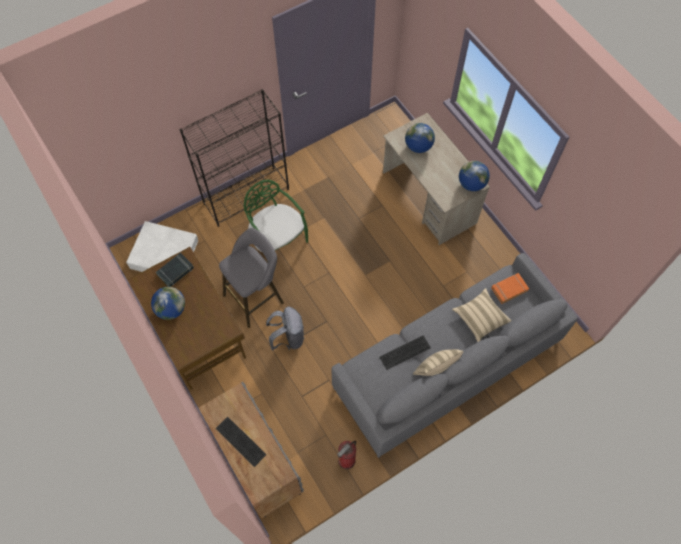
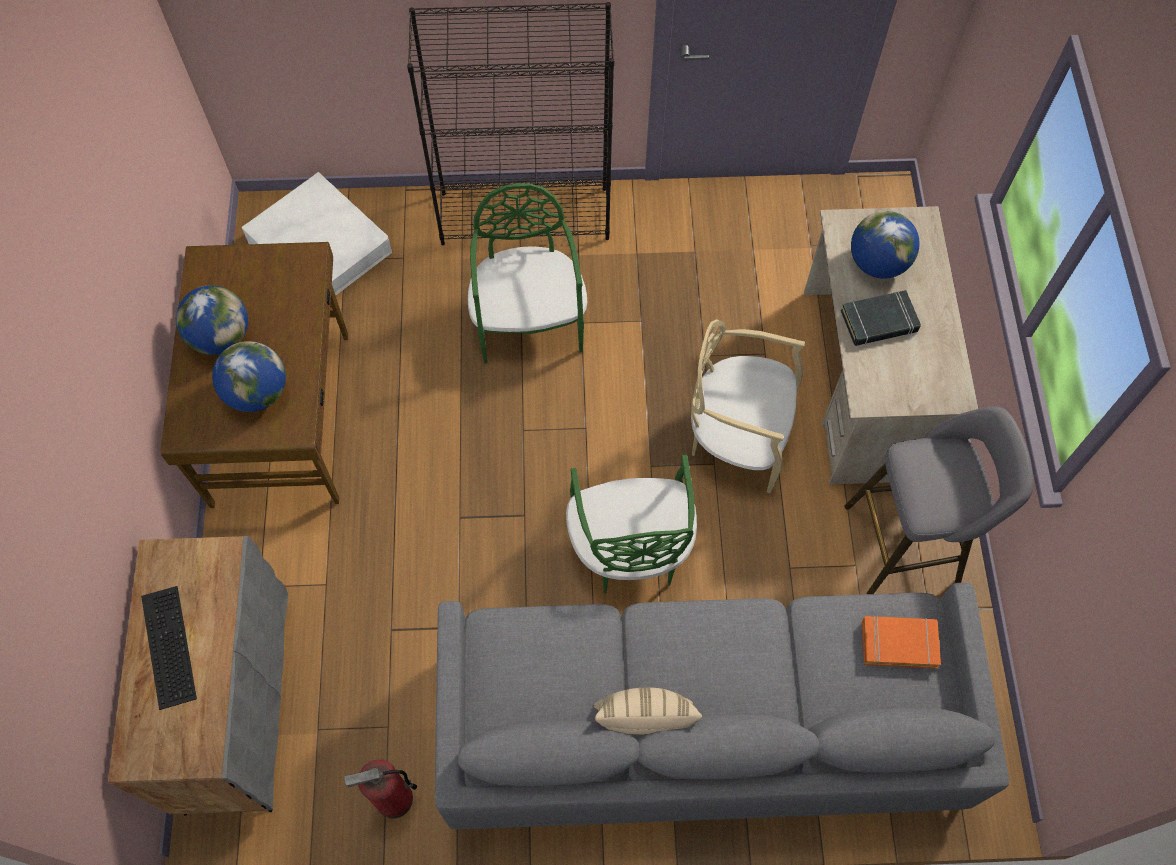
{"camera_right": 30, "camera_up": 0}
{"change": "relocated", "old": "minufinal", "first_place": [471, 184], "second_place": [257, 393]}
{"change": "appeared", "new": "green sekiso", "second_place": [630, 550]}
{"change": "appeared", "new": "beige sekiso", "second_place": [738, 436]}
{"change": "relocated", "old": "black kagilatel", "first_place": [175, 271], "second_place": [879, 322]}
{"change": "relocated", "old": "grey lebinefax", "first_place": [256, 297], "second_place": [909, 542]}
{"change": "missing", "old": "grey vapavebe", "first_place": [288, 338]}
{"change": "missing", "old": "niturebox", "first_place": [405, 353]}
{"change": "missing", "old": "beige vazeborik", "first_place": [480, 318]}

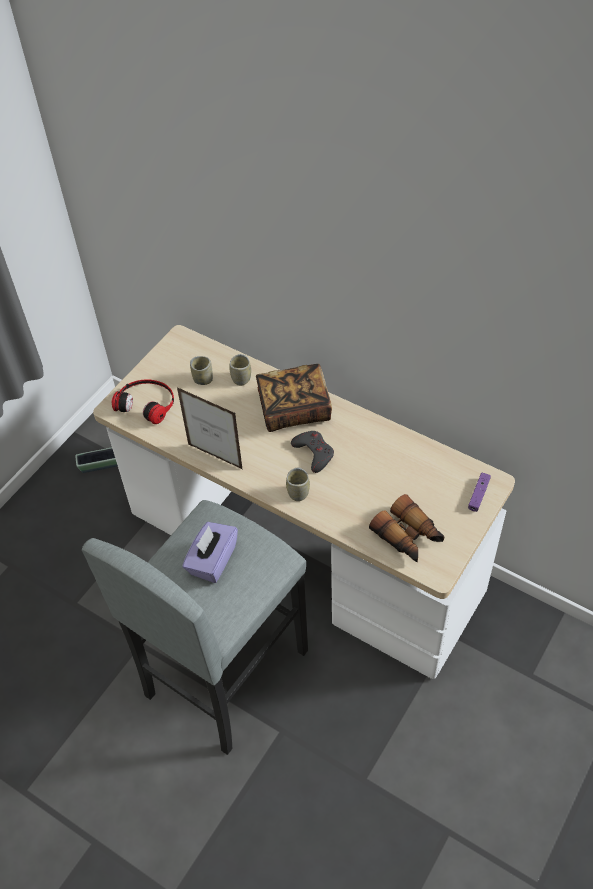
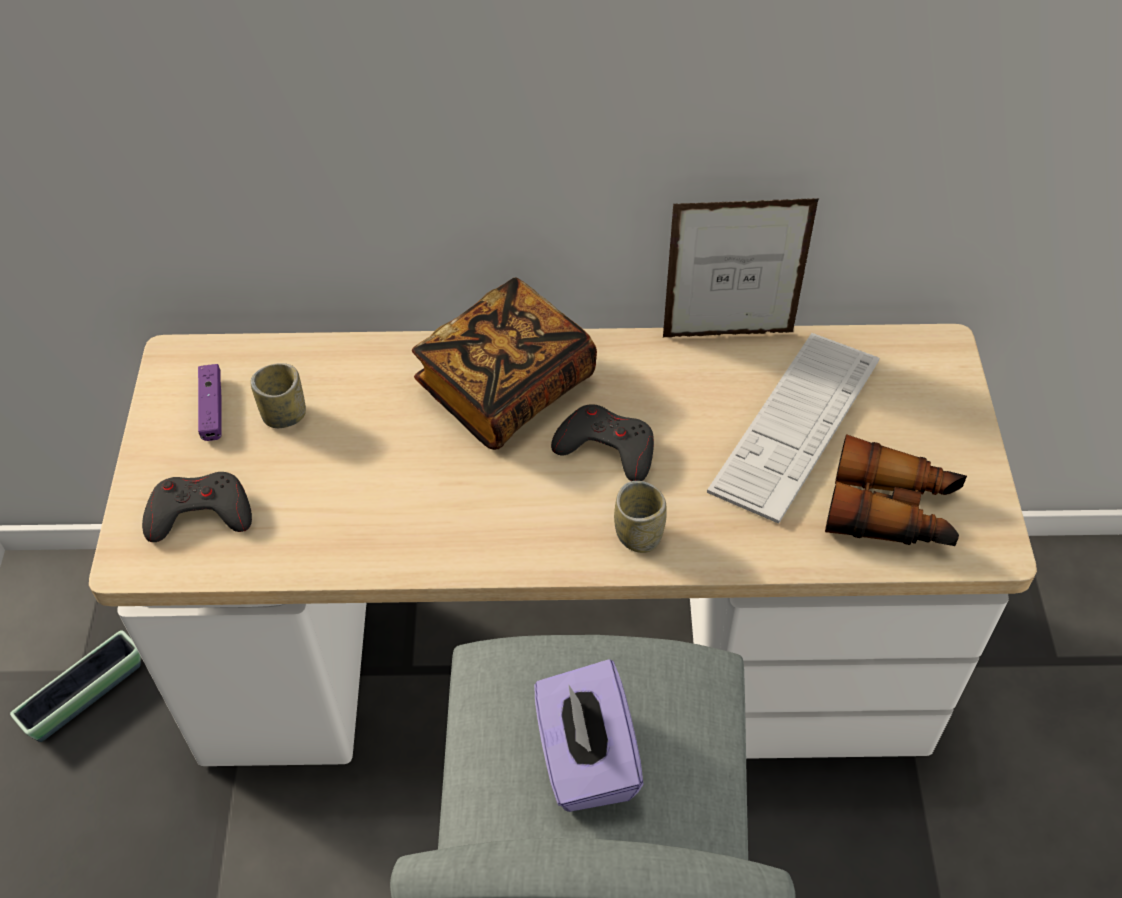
{"camera_right": -35, "camera_up": 0}
{"change": "exchanged", "old": "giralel", "new": "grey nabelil", "first_place": [147, 402], "second_place": [199, 513]}
{"change": "relocated", "old": "purple nabelil", "first_place": [478, 495], "second_place": [212, 408]}
{"change": "relocated", "old": "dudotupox", "first_place": [215, 456], "second_place": [728, 335]}
{"change": "appeared", "new": "niturebox", "second_place": [795, 425]}
{"change": "missing", "old": "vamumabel", "first_place": [241, 379]}

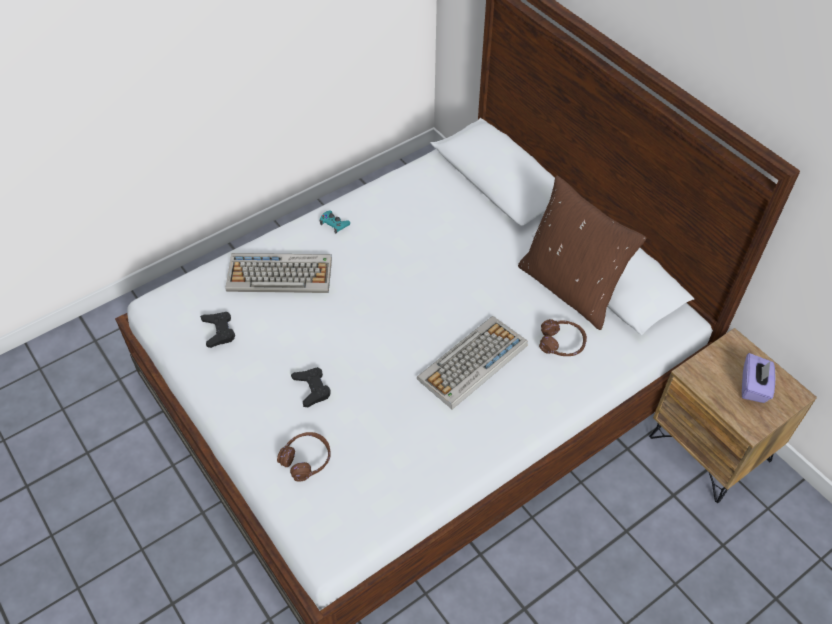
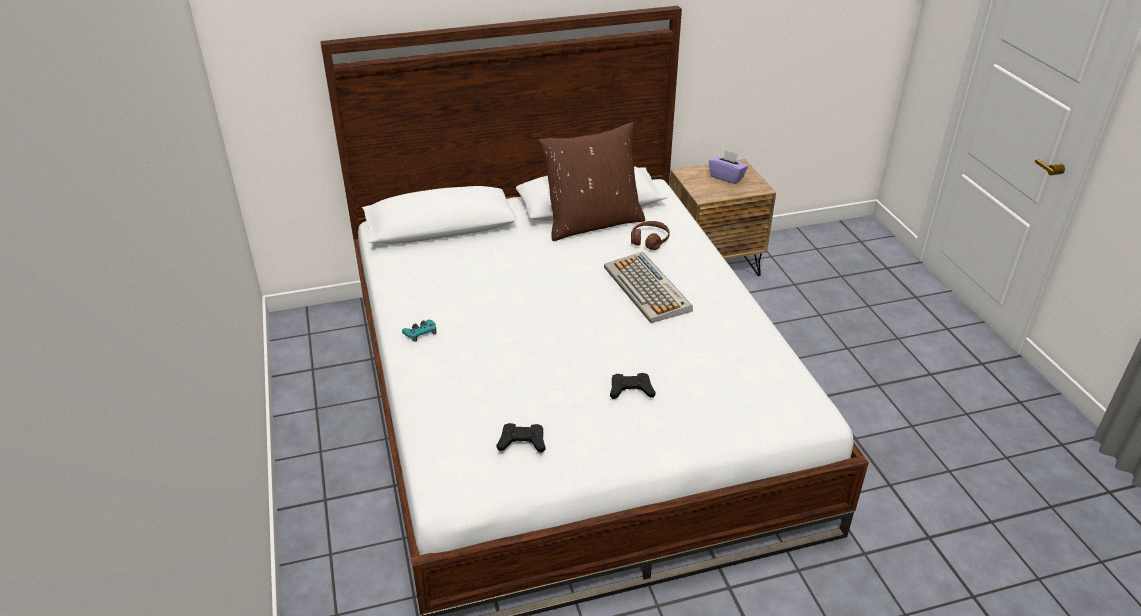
{"camera_right": -70, "camera_up": -15}
{"change": "missing", "old": "niturebox", "first_place": [281, 274]}
{"change": "missing", "old": "brown giralel", "first_place": [306, 459]}

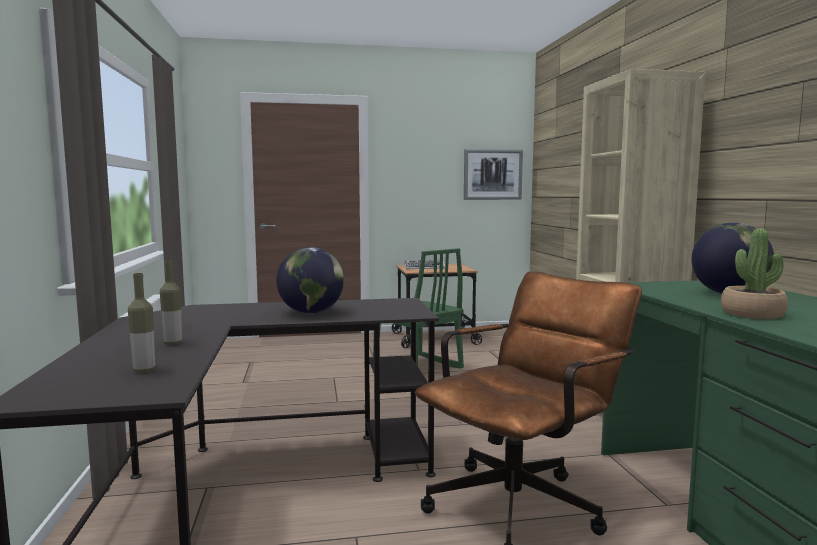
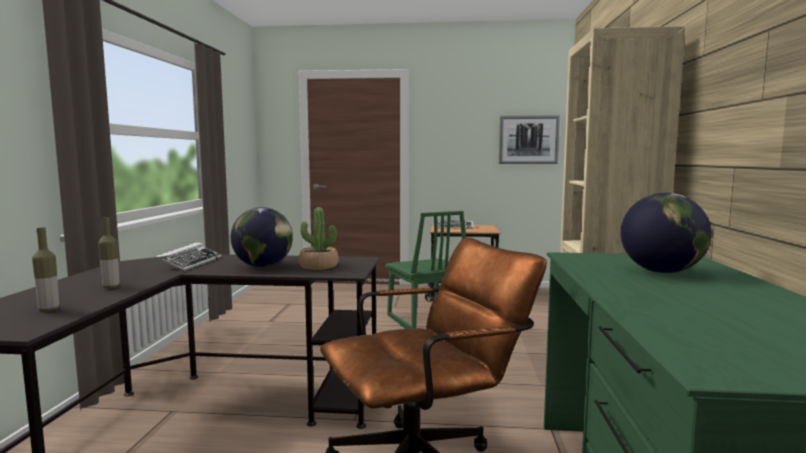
{"camera_right": 15, "camera_up": 0}
{"change": "appeared", "new": "niturebox", "second_place": [193, 263]}
{"change": "relocated", "old": "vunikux", "first_place": [752, 314], "second_place": [318, 266]}

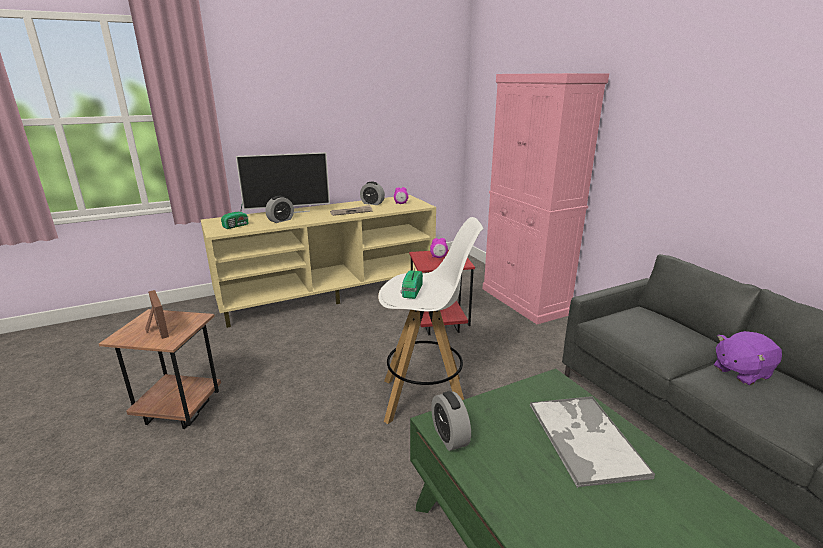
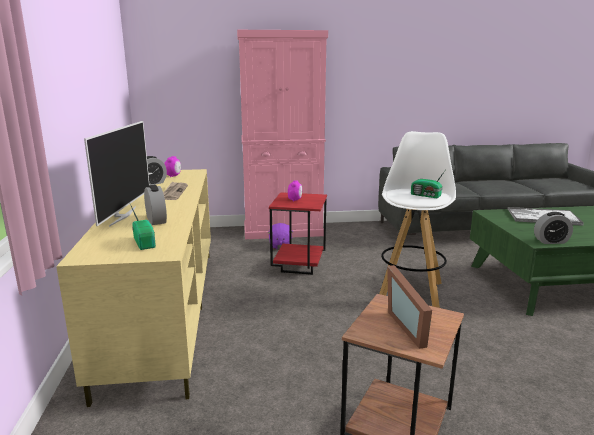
{"camera_right": -70, "camera_up": -5}
{"change": "relocated", "old": "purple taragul", "first_place": [741, 372], "second_place": [280, 246]}
{"change": "spun", "old": "dudotupox", "first_place": [155, 329], "second_place": [411, 326], "degrees": -90}

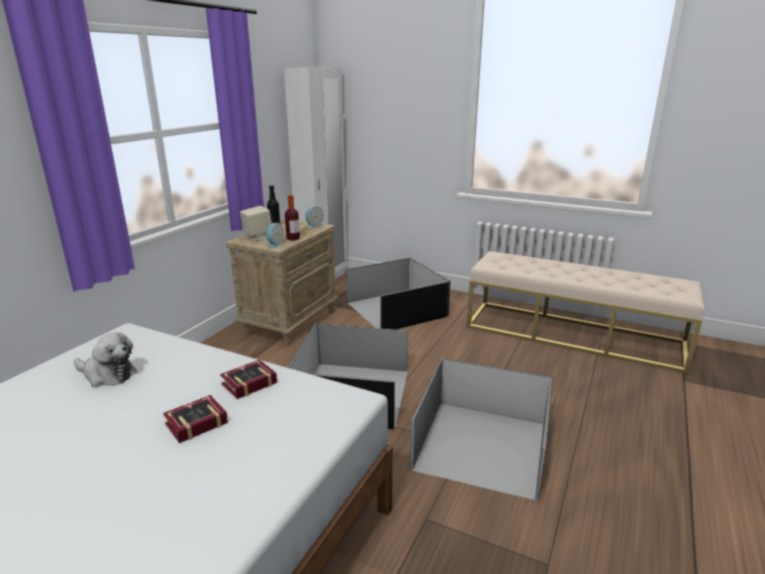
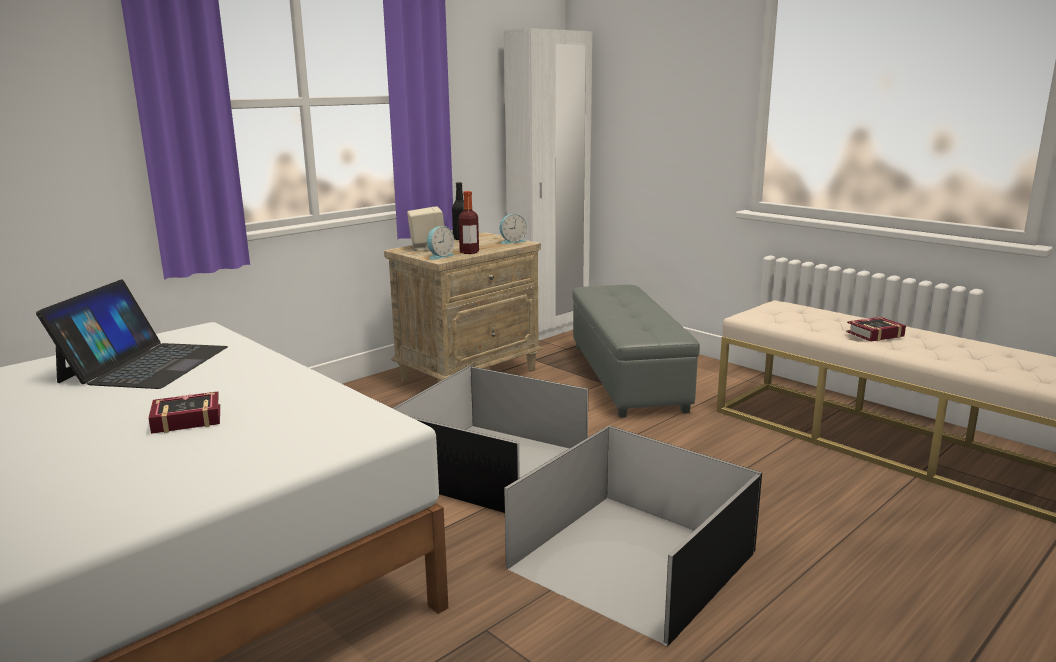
{"camera_right": 20, "camera_up": -5}
{"change": "exchanged", "old": "taragul", "new": "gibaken", "first_place": [107, 375], "second_place": [144, 364]}
{"change": "exchanged", "old": "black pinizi", "new": "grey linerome", "first_place": [395, 309], "second_place": [625, 376]}
{"change": "relocated", "old": "kagilatel", "first_place": [246, 383], "second_place": [872, 334]}

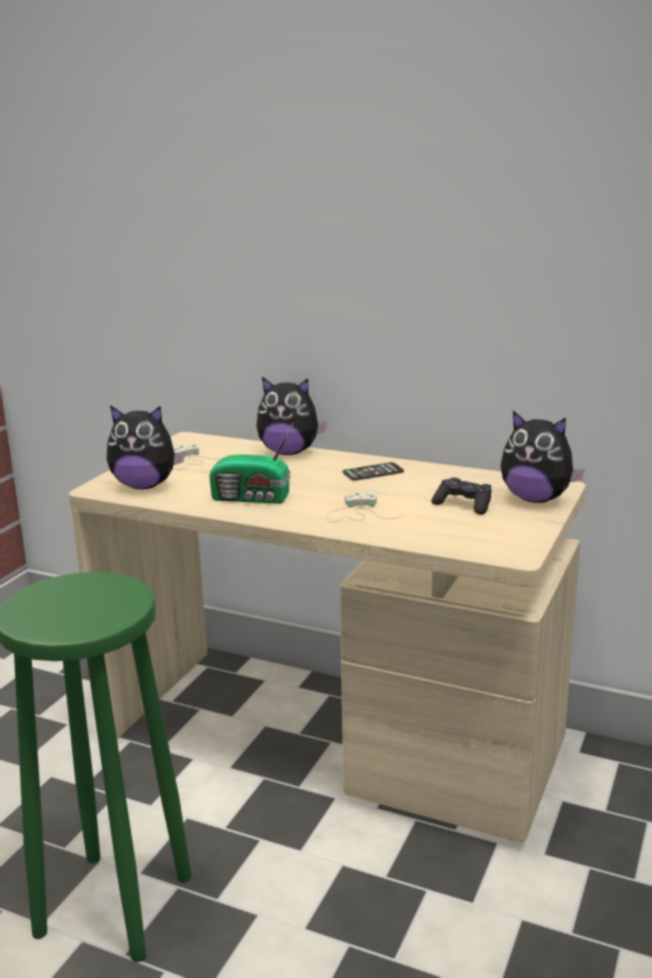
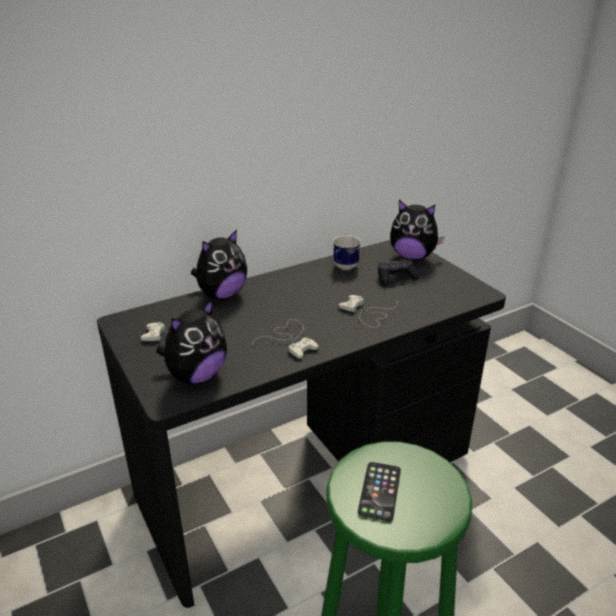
{"camera_right": -55, "camera_up": 10}
{"change": "colour", "old": "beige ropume", "new": "black ropume", "first_place": [332, 739], "second_place": [307, 477]}
{"change": "exchanged", "old": "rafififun", "new": "white nabelil", "first_place": [252, 498], "second_place": [290, 339]}
{"change": "appeared", "new": "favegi", "second_place": [343, 267]}
{"change": "relocated", "old": "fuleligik", "first_place": [373, 472], "second_place": [379, 491]}
{"change": "spun", "old": "taragul", "first_place": [536, 499], "second_place": [412, 256], "degrees": 45}

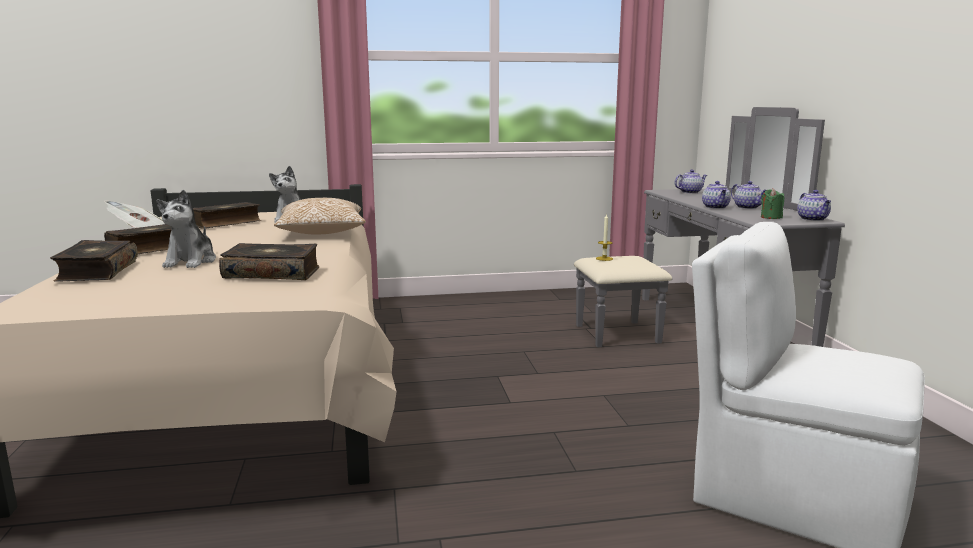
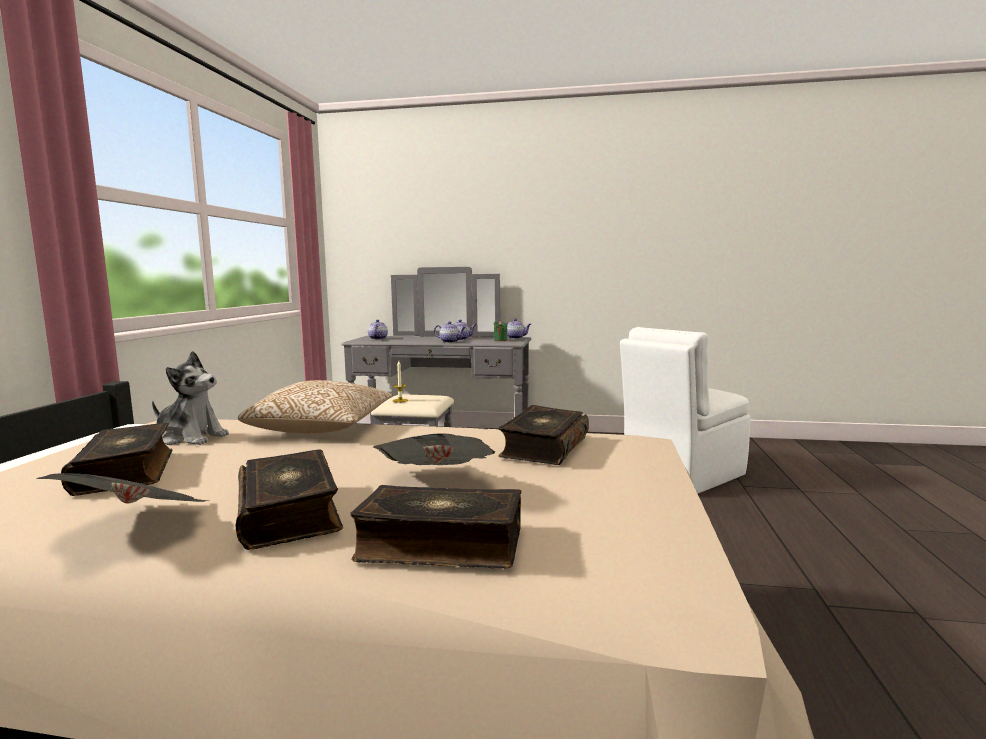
{"camera_right": -70, "camera_up": -5}
{"change": "exchanged", "old": "taragul", "new": "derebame", "first_place": [191, 262], "second_place": [437, 483]}

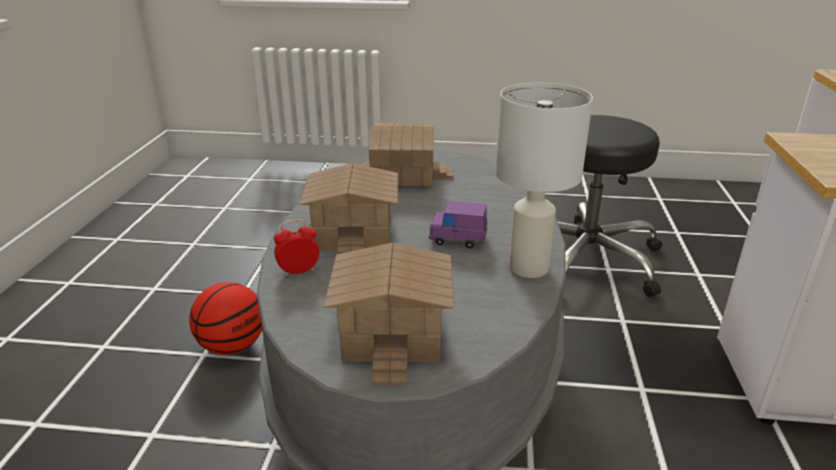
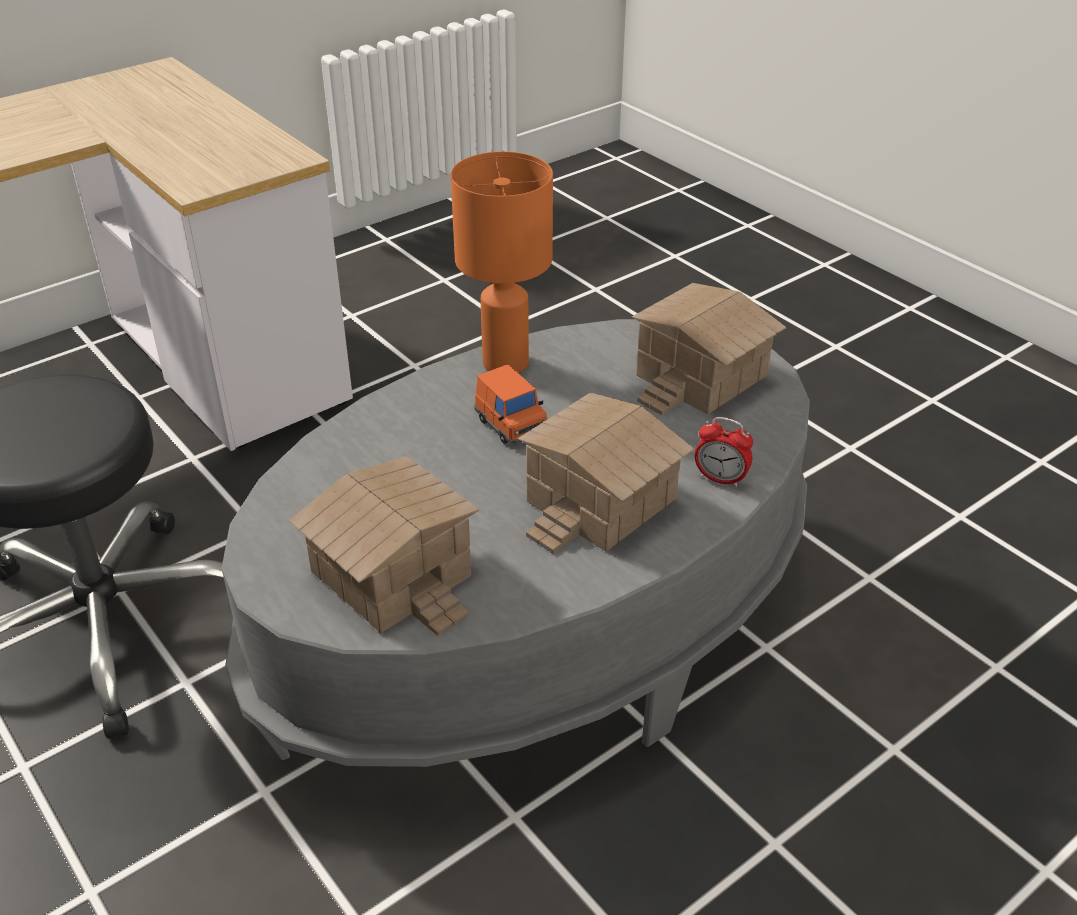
{"camera_right": -135, "camera_up": 10}
{"change": "colour", "old": "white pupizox", "new": "orange pupizox", "first_place": [527, 267], "second_place": [507, 363]}
{"change": "colour", "old": "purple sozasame", "new": "orange sozasame", "first_place": [458, 239], "second_place": [511, 425]}
{"change": "missing", "old": "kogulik", "first_place": [232, 346]}

